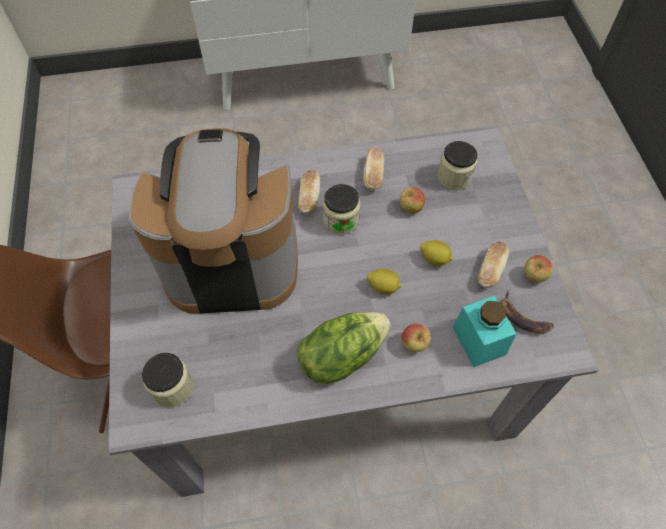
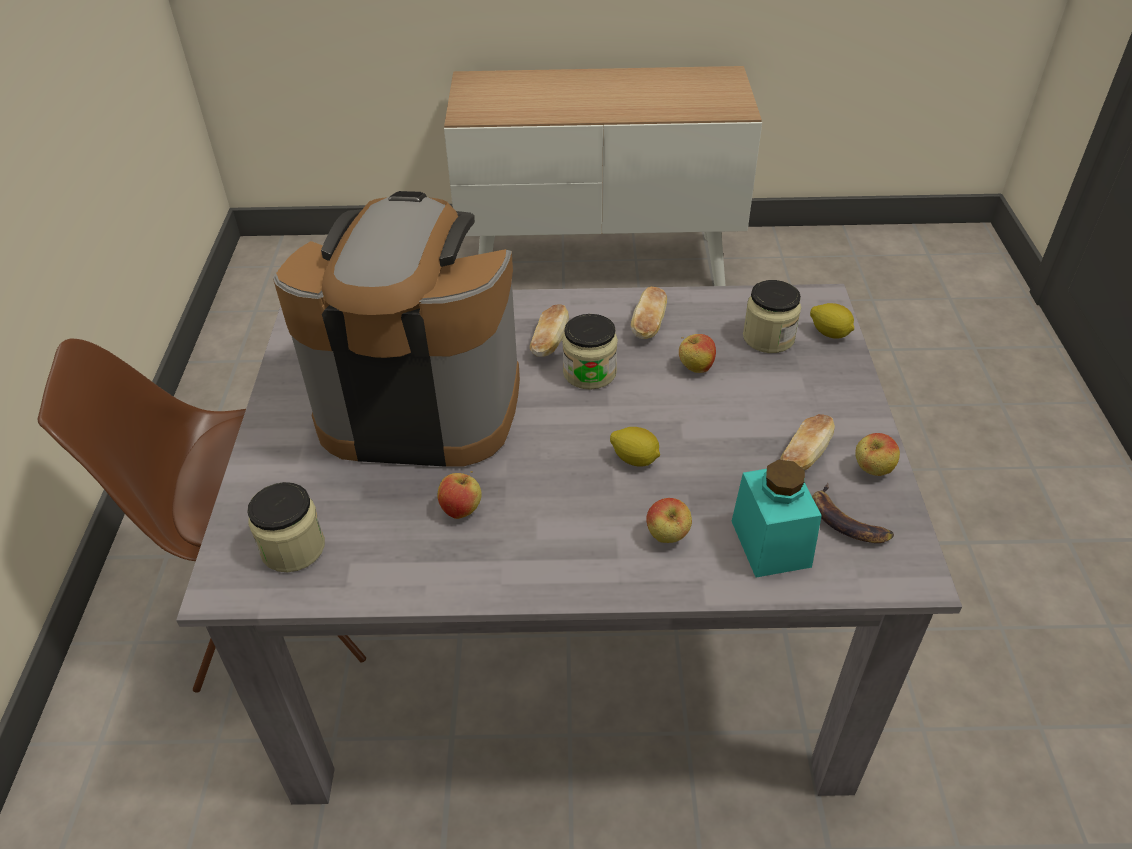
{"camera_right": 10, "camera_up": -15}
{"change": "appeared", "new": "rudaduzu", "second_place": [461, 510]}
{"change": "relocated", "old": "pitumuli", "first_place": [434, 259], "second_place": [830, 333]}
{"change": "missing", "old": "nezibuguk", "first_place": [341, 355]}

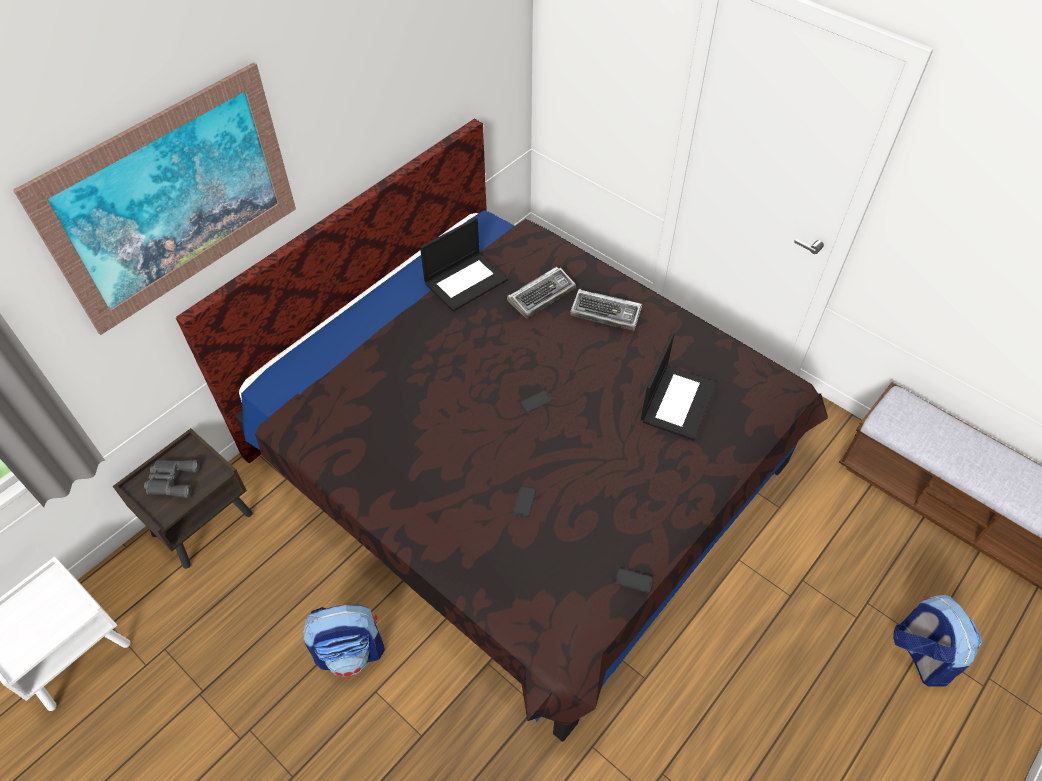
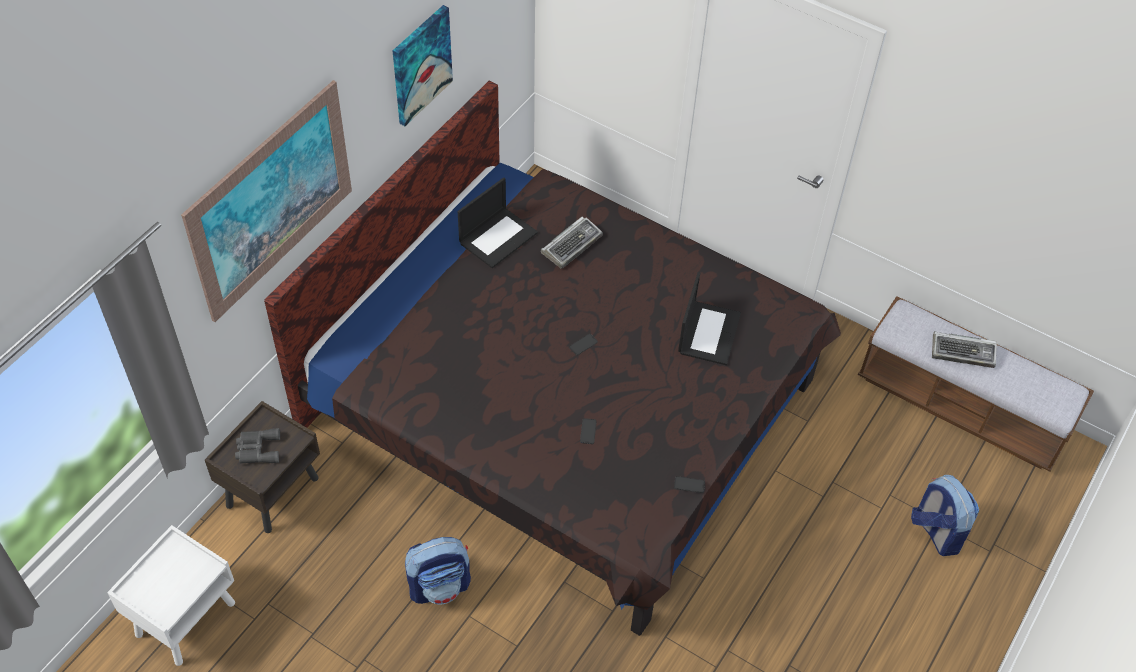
{"camera_right": -10, "camera_up": 0}
{"change": "appeared", "new": "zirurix", "second_place": [421, 65]}
{"change": "relocated", "old": "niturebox", "first_place": [606, 313], "second_place": [963, 352]}

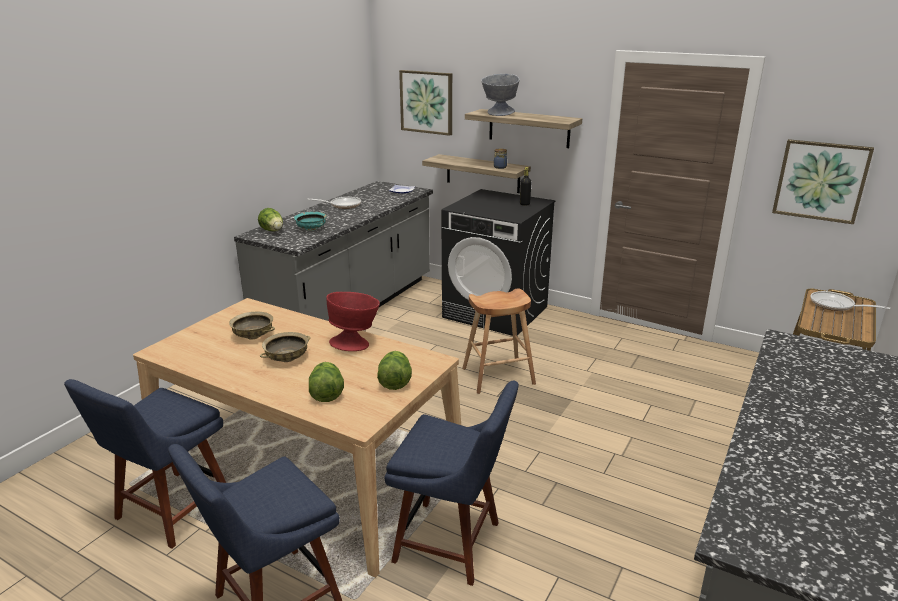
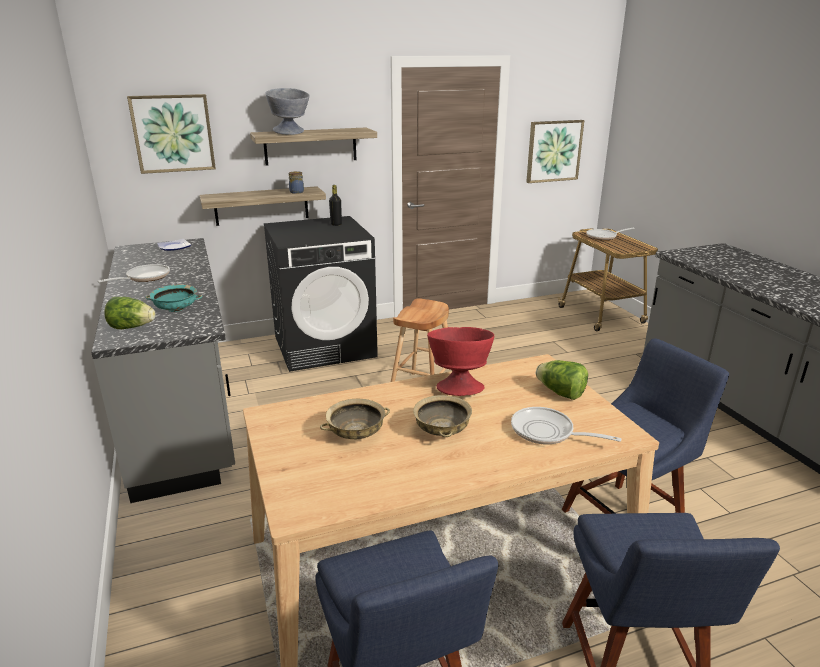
{"camera_right": -50, "camera_up": 0}
{"change": "exchanged", "old": "nezibuguk", "new": "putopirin", "first_place": [326, 393], "second_place": [547, 432]}

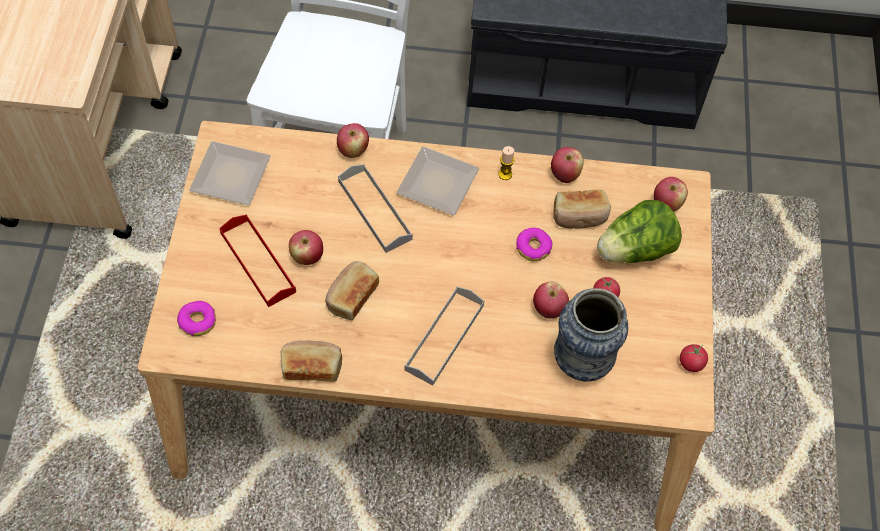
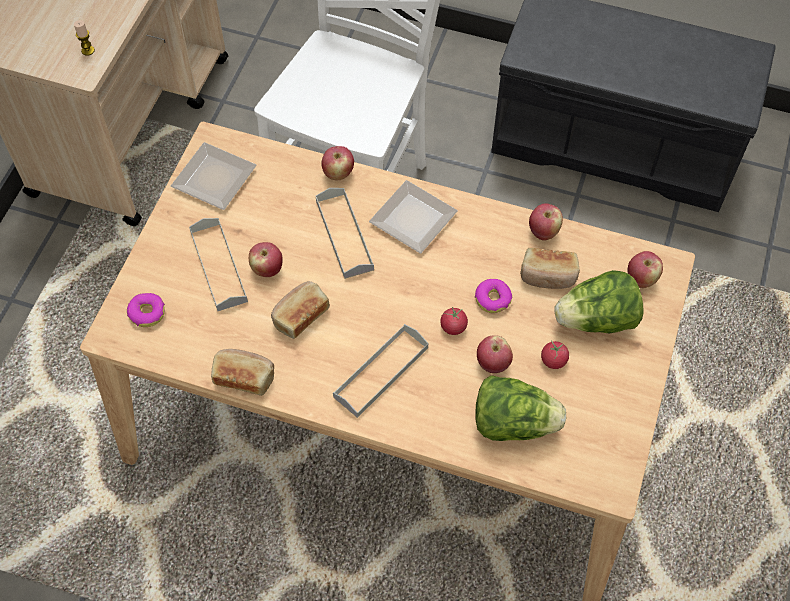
{"camera_right": 15, "camera_up": 0}
{"change": "relocated", "old": "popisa", "first_place": [505, 174], "second_place": [88, 50]}
{"change": "colour", "old": "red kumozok", "new": "grey kumozok", "first_place": [258, 262], "second_place": [218, 266]}
{"change": "relocated", "old": "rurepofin", "first_place": [691, 363], "second_place": [453, 326]}
{"change": "exchanged", "old": "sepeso", "new": "nezibuguk", "first_place": [582, 362], "second_place": [513, 422]}

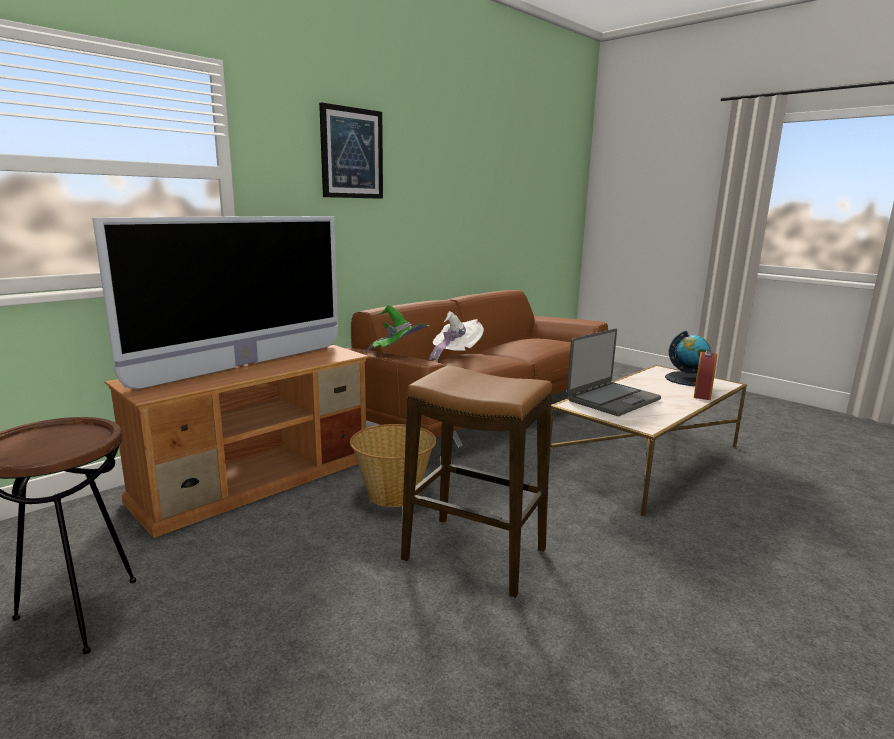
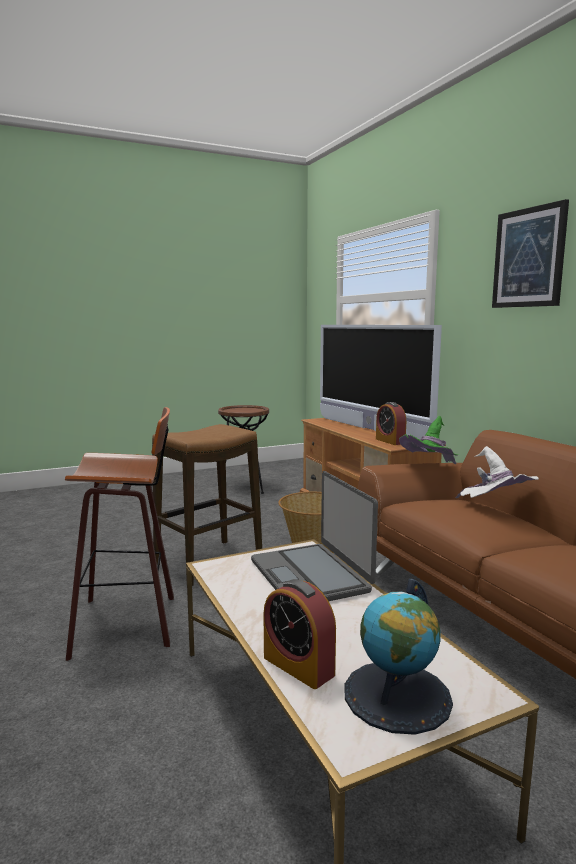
{"camera_right": 110, "camera_up": -5}
{"change": "appeared", "new": "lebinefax", "second_place": [130, 622]}
{"change": "appeared", "new": "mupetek", "second_place": [390, 441]}

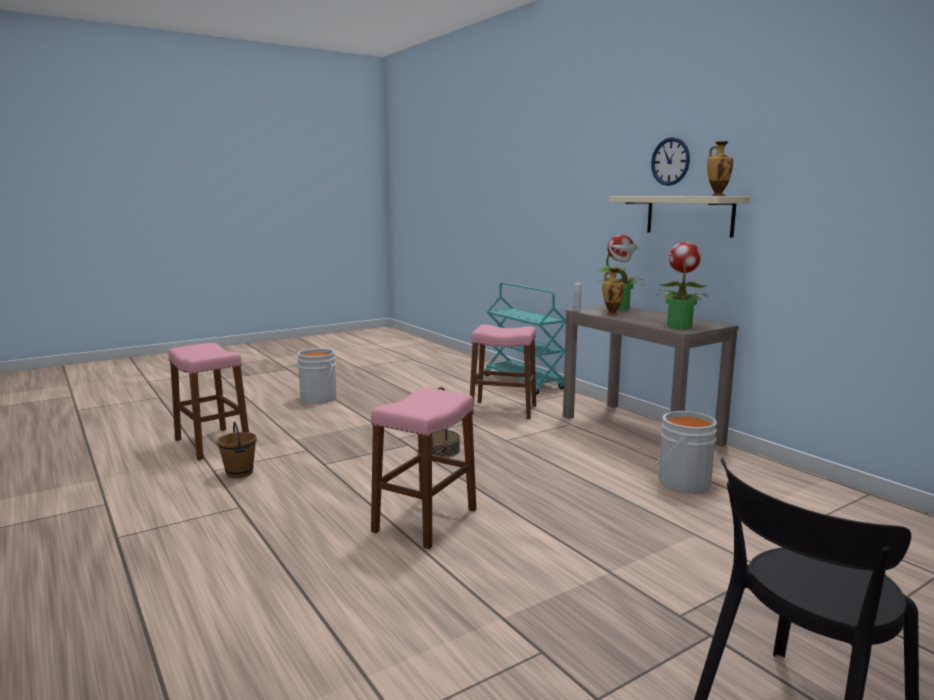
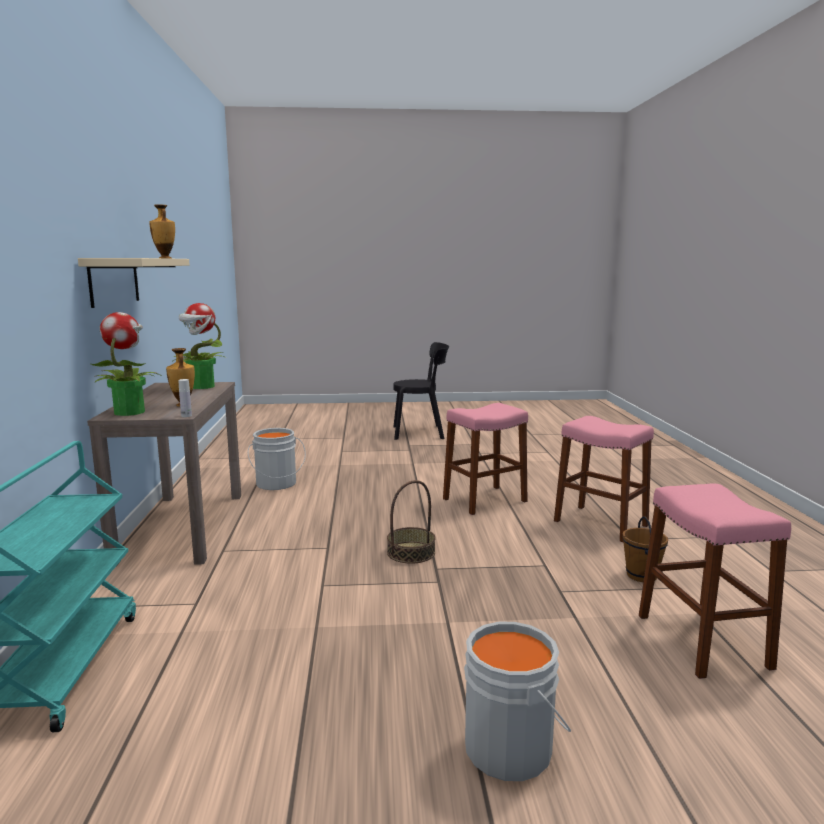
{"camera_right": -150, "camera_up": 0}
{"change": "relocated", "old": "pink lebinefax", "first_place": [503, 410], "second_place": [600, 523]}
{"change": "missing", "old": "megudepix", "first_place": [670, 161]}

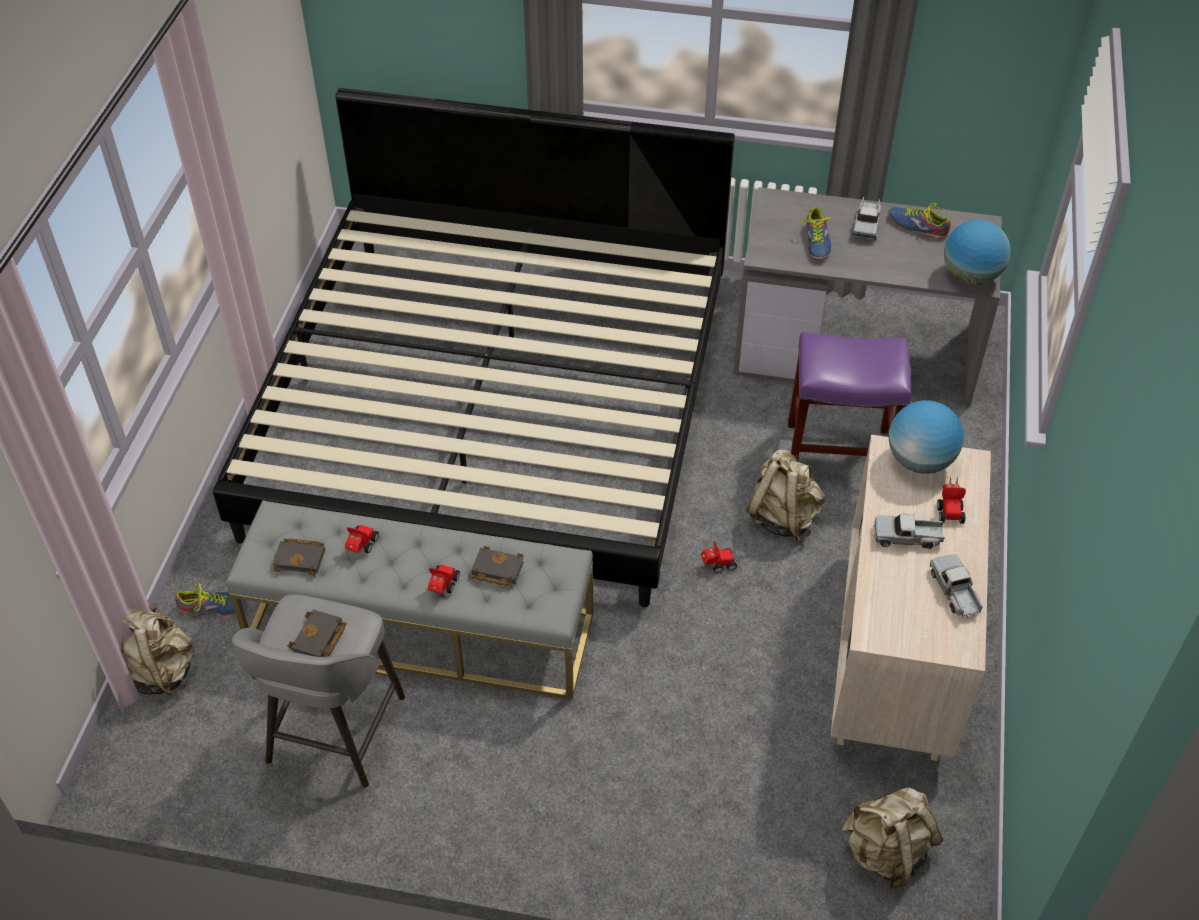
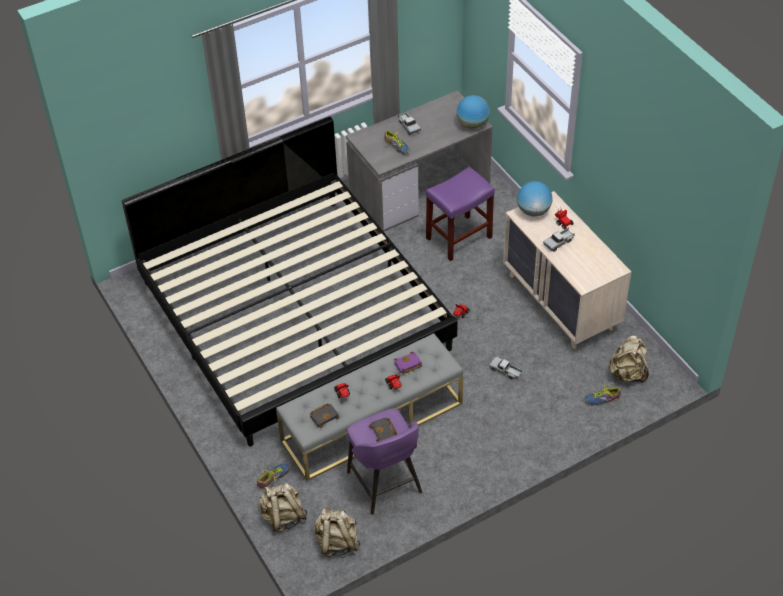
{"camera_right": -40, "camera_up": 0}
{"change": "relocated", "old": "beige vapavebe", "first_place": [783, 517], "second_place": [337, 542]}
{"change": "colour", "old": "grey lebinefax", "new": "purple lebinefax", "first_place": [334, 733], "second_place": [385, 484]}
{"change": "colour", "old": "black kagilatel", "new": "purple kagilatel", "first_place": [496, 570], "second_place": [407, 365]}
{"change": "relocated", "old": "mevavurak", "first_place": [955, 591], "second_place": [505, 371]}
{"change": "relocated", "old": "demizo", "first_place": [917, 227], "second_place": [601, 399]}

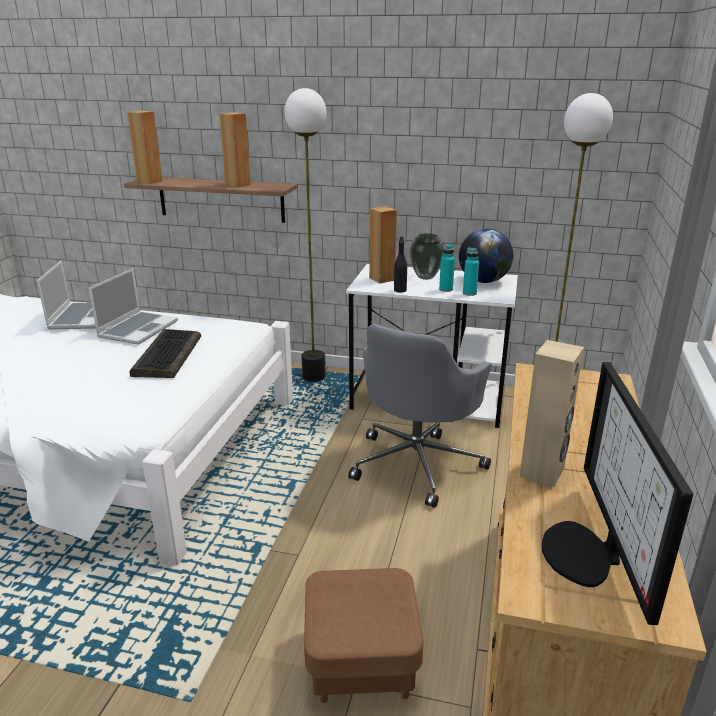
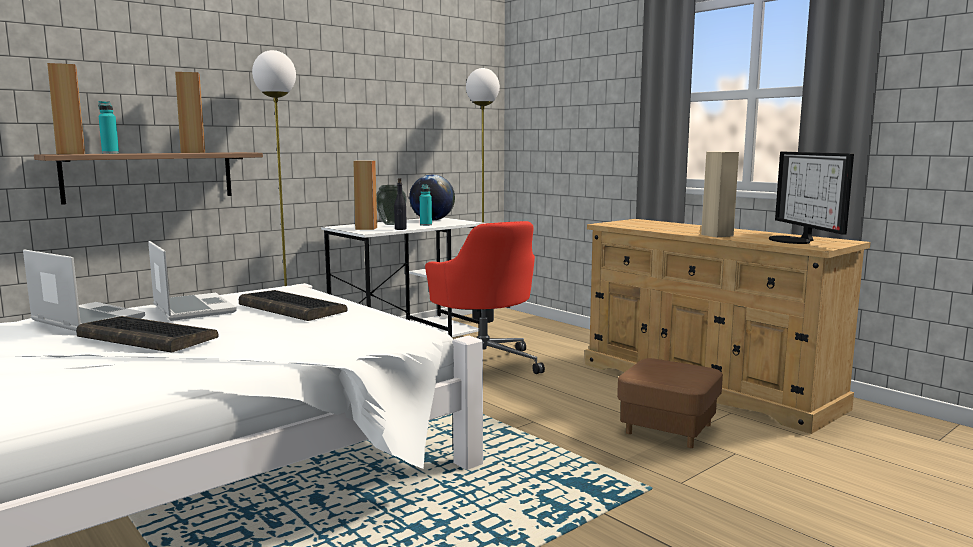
{"camera_right": -55, "camera_up": -15}
{"change": "appeared", "new": "niturebox", "second_place": [145, 337]}
{"change": "relocated", "old": "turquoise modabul", "first_place": [469, 293], "second_place": [110, 153]}
{"change": "colour", "old": "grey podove", "new": "red podove", "first_place": [417, 463], "second_place": [483, 364]}
{"change": "spun", "old": "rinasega", "first_place": [587, 554], "second_place": [795, 240], "degrees": 45}

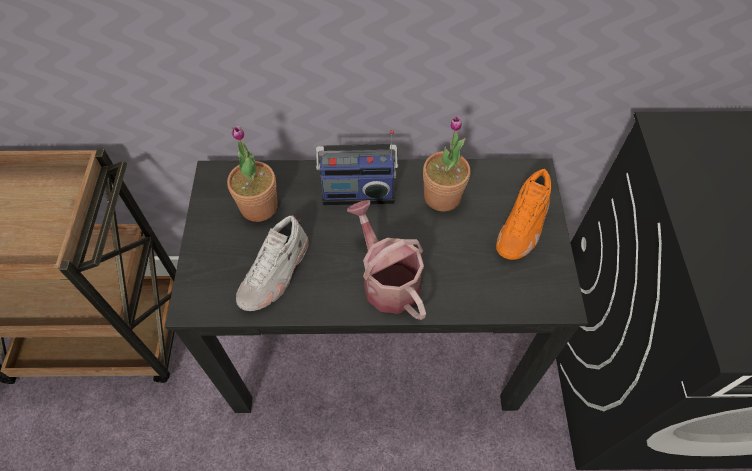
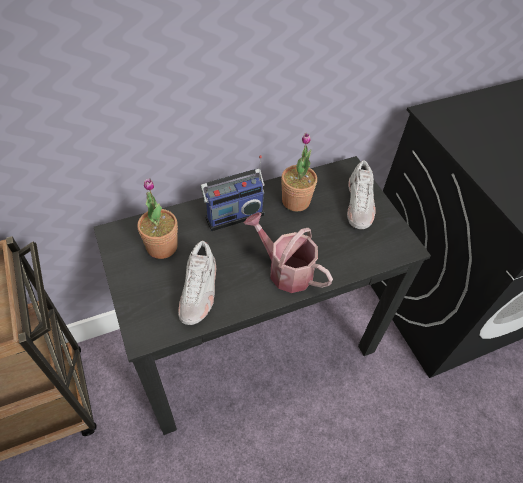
{"camera_right": -25, "camera_up": -5}
{"change": "colour", "old": "orange demizo", "new": "white demizo", "first_place": [522, 225], "second_place": [359, 205]}

